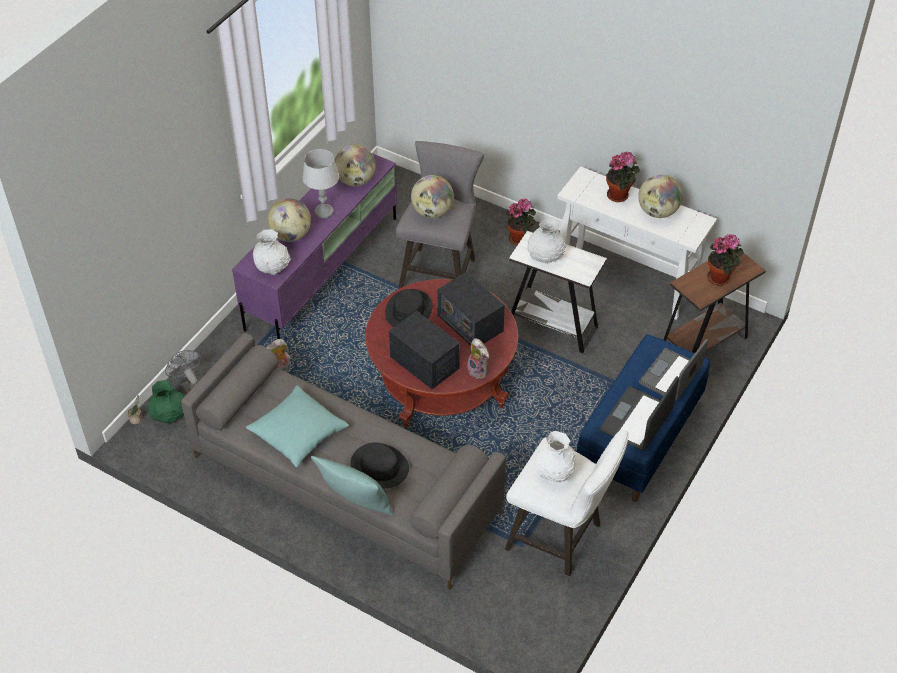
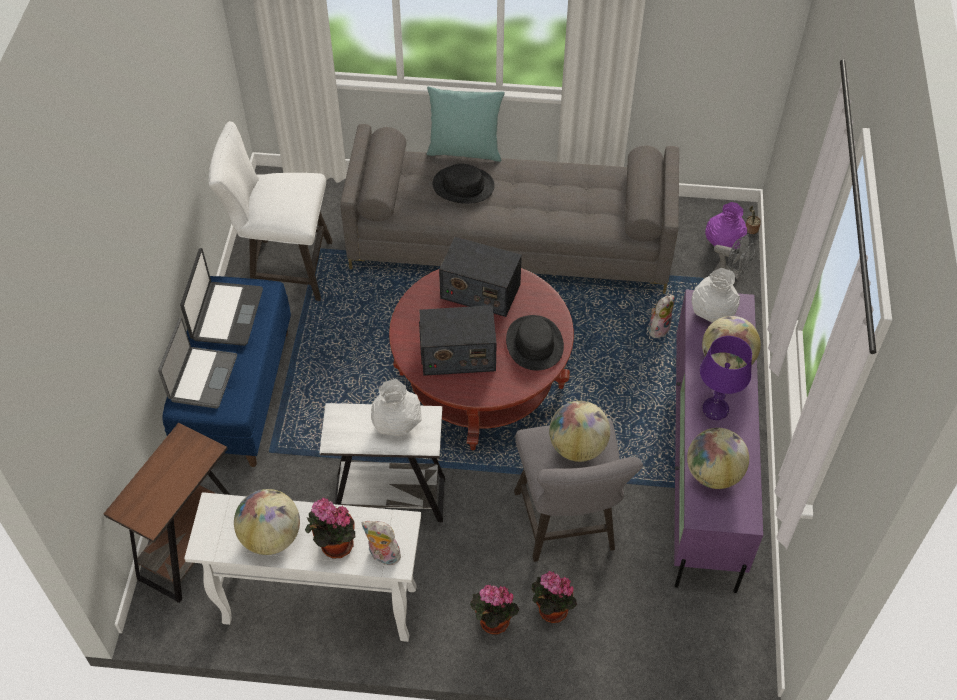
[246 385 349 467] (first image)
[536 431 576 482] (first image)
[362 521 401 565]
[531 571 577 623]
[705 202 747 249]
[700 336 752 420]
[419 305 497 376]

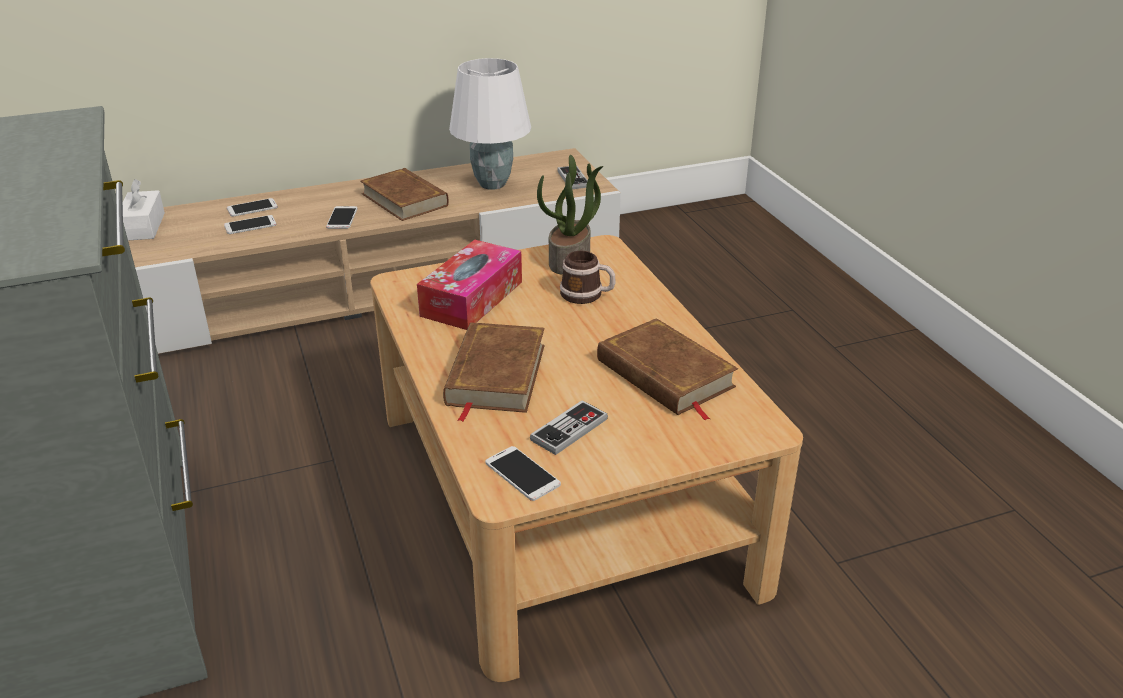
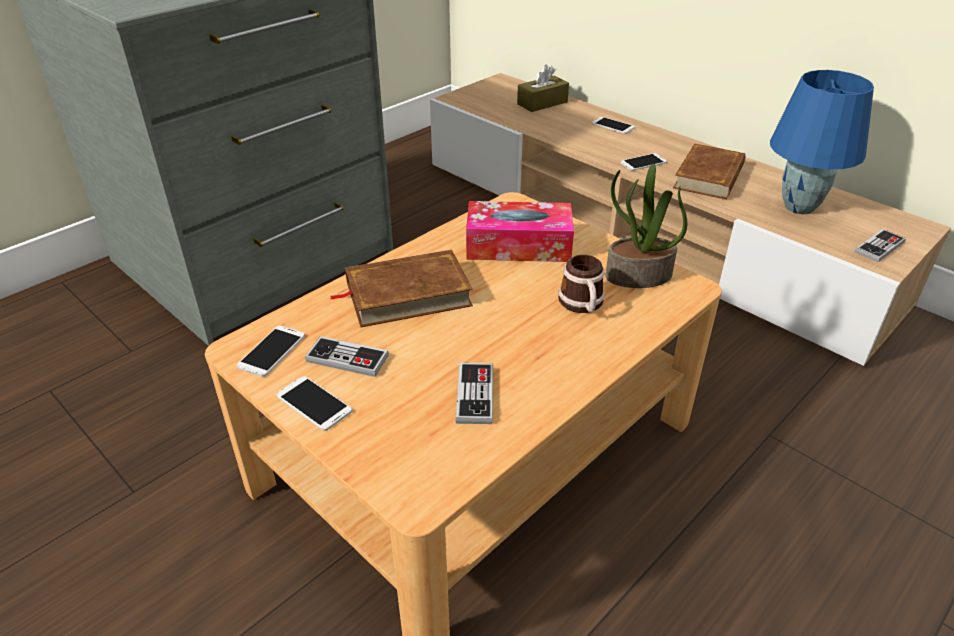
[277 376 352 431]
[456 363 493 424]
[517 65 569 112]
[770 70 874 214]

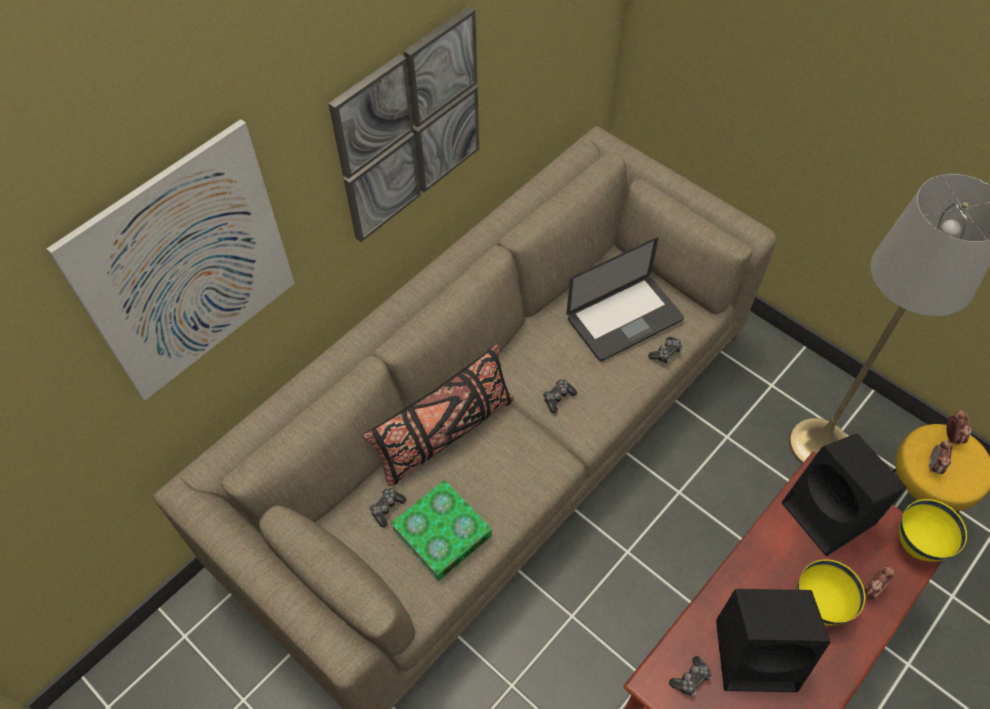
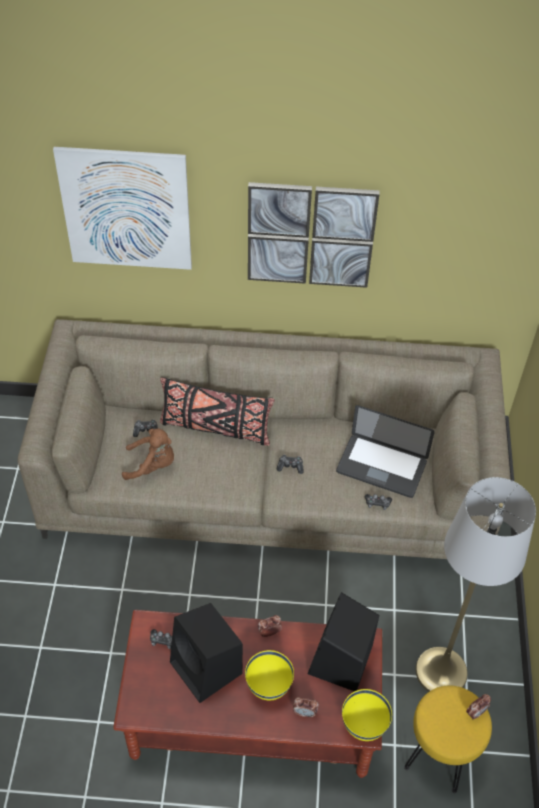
[258 615 282 637]
[122 428 174 480]

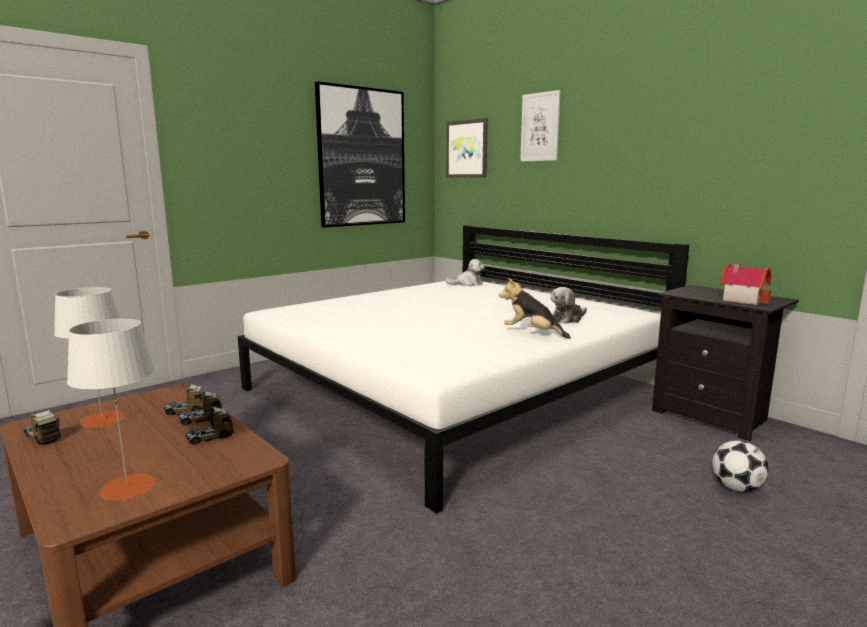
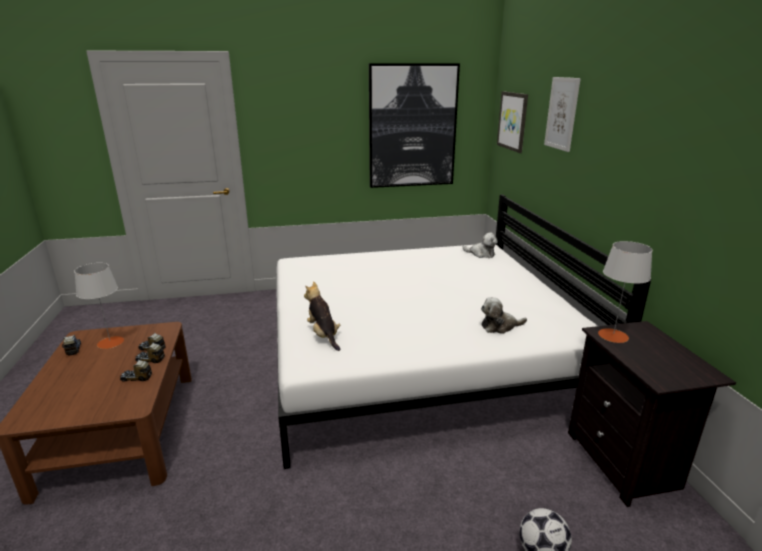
[720 263 771 305] (first image)
[598 241 653 343]
[304 281 340 351]

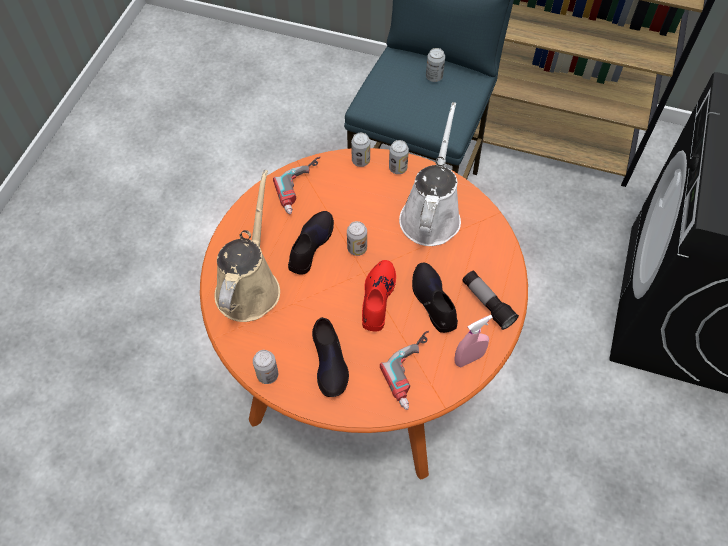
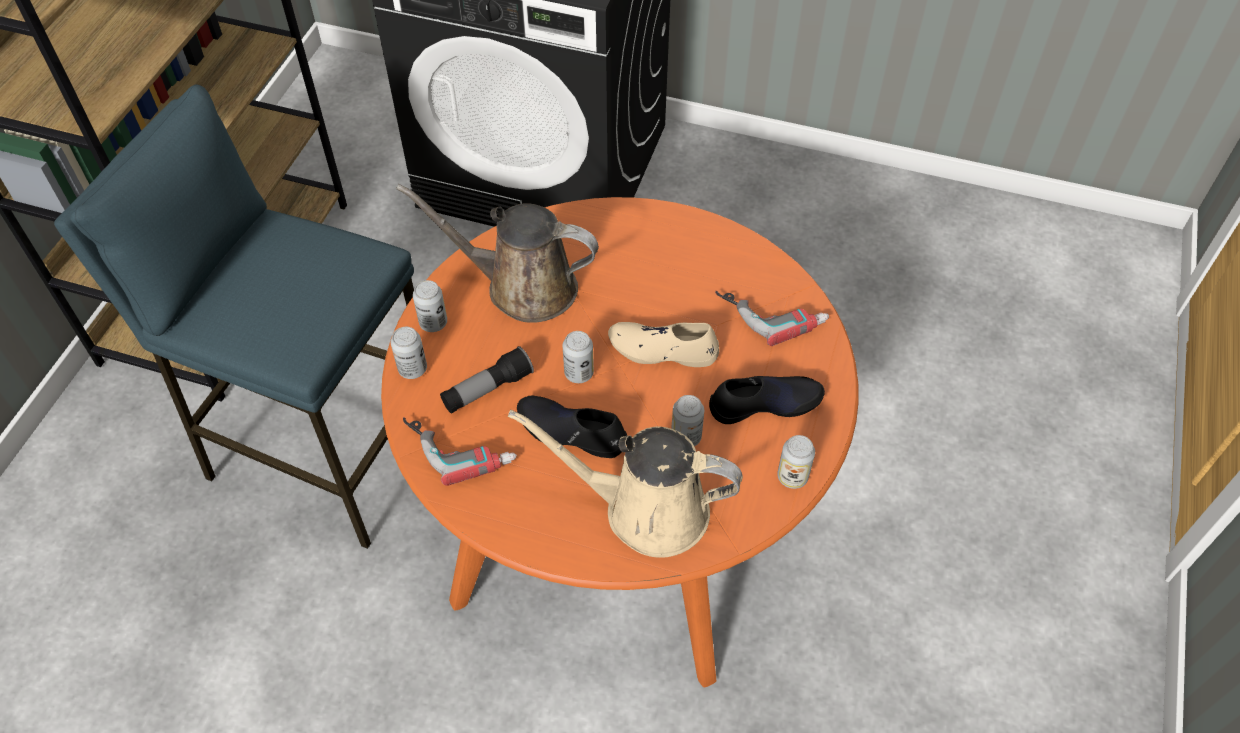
[412 263 458 333] (first image)
[454 315 493 367] (first image)
[671 395 704 446]
[440 346 534 414]
[608 322 719 367]
[396 184 599 323]

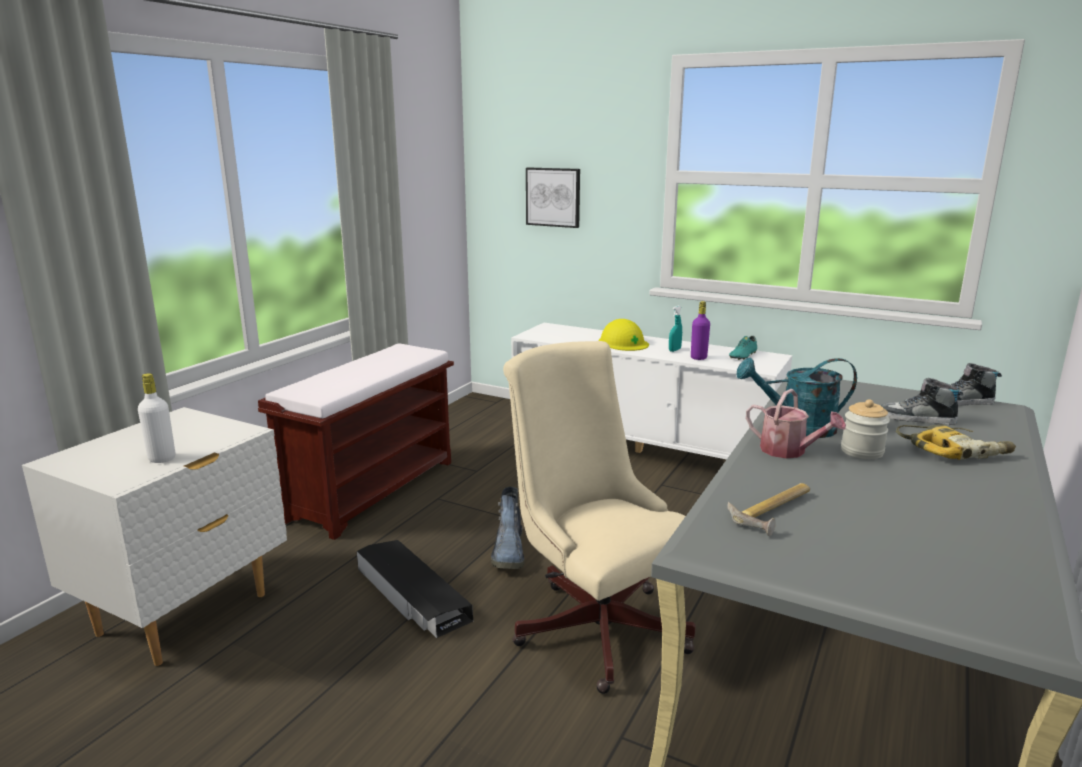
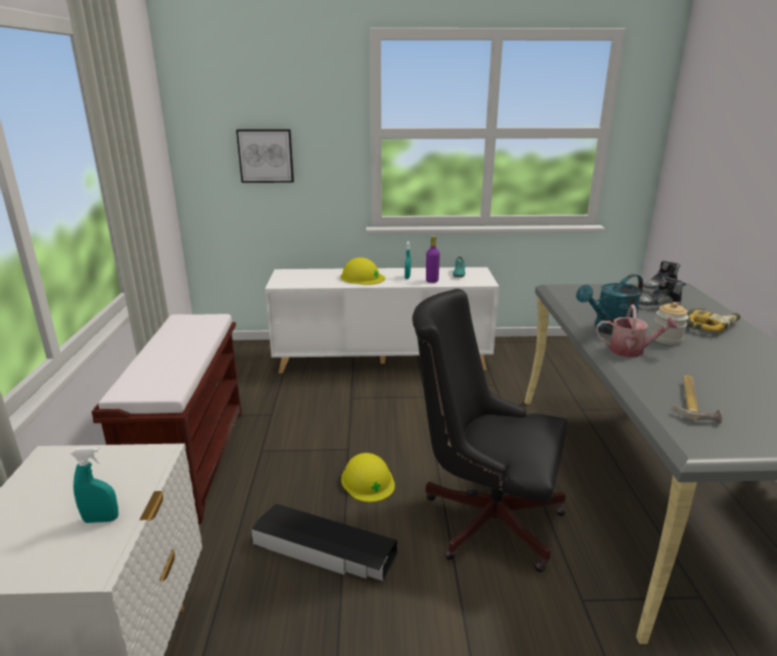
[70 447 119 523]
[341 453 395 502]
[412 289 567 572]

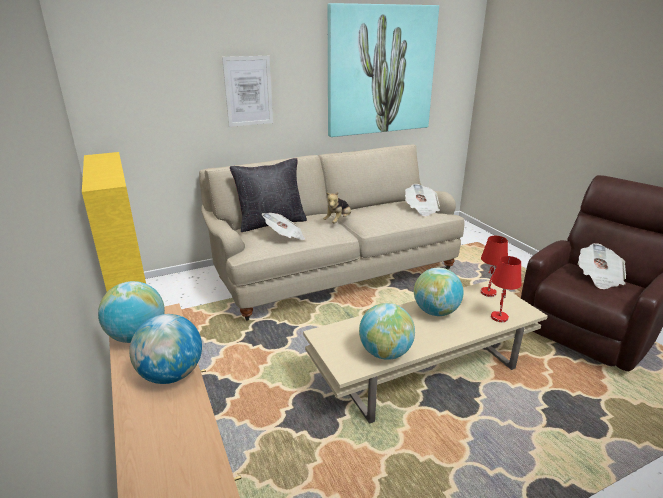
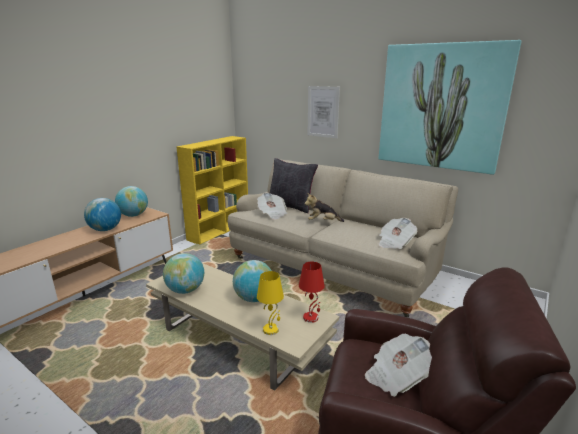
[257 271 284 335]

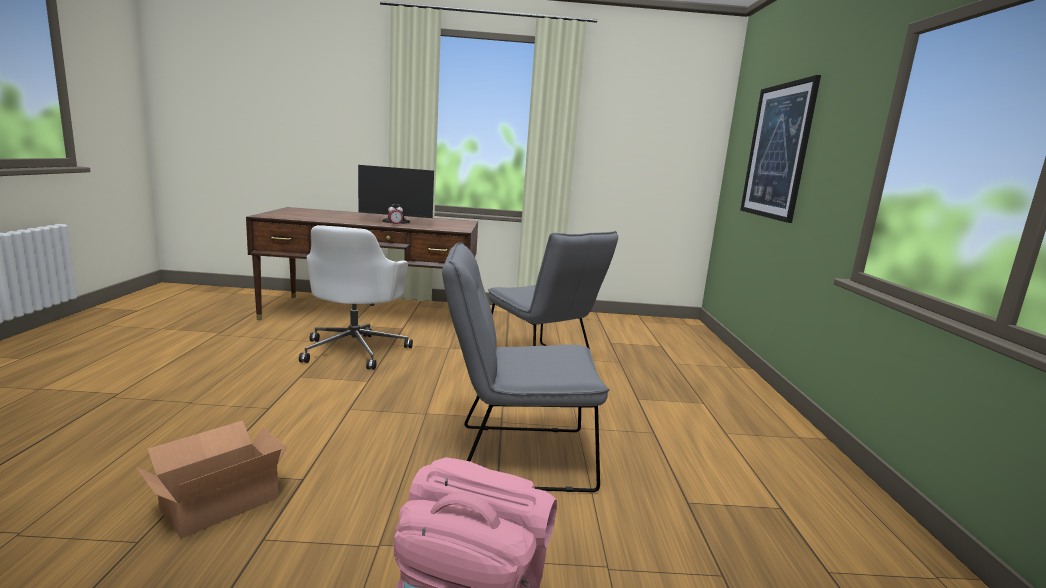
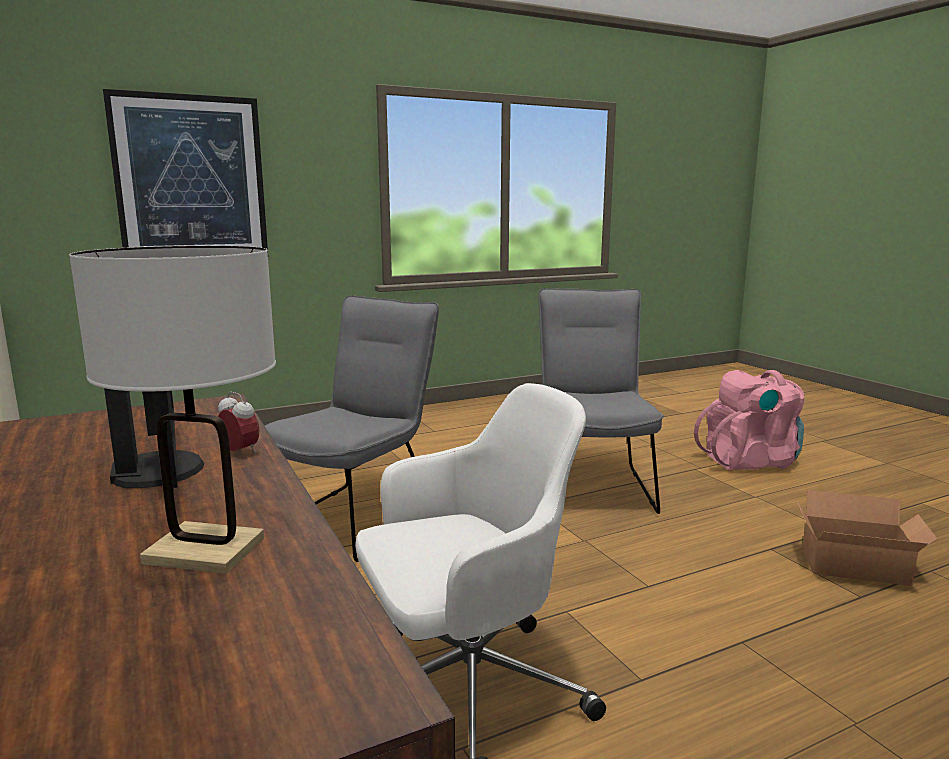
[69 246 276 574]
[538 288 664 514]

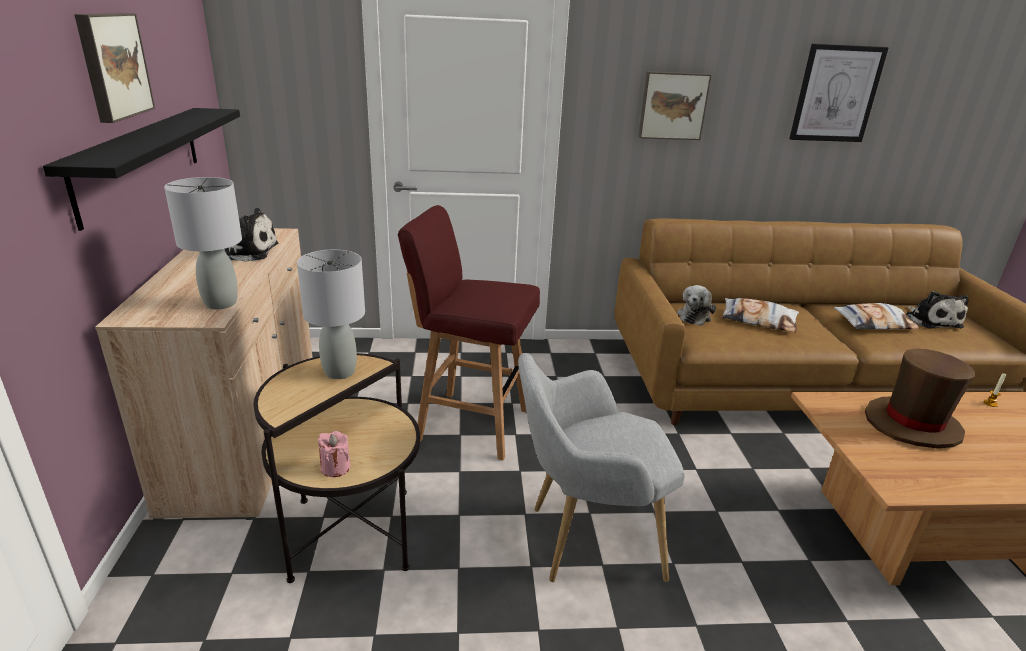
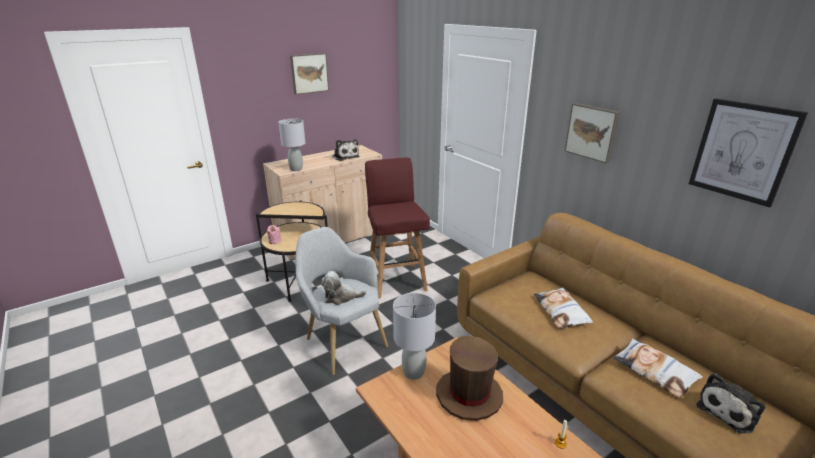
[43 108 240 231] (first image)
[393 293 436 380]
[321 271 366 305]

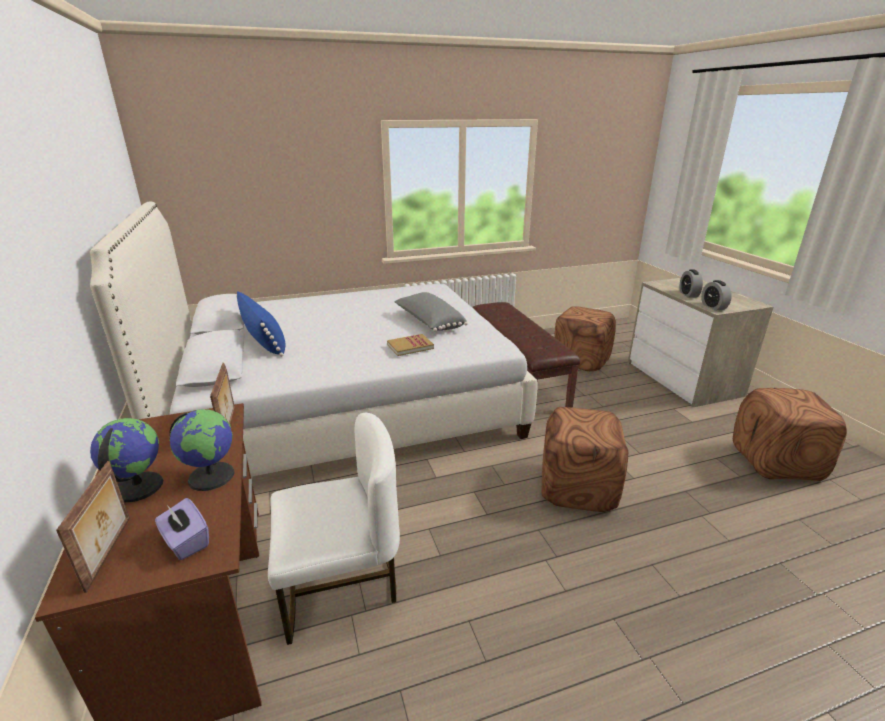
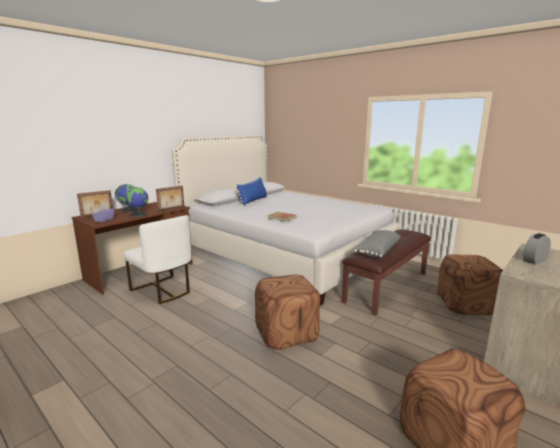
[701 280 732 311] (first image)
[353 230 401 258]

